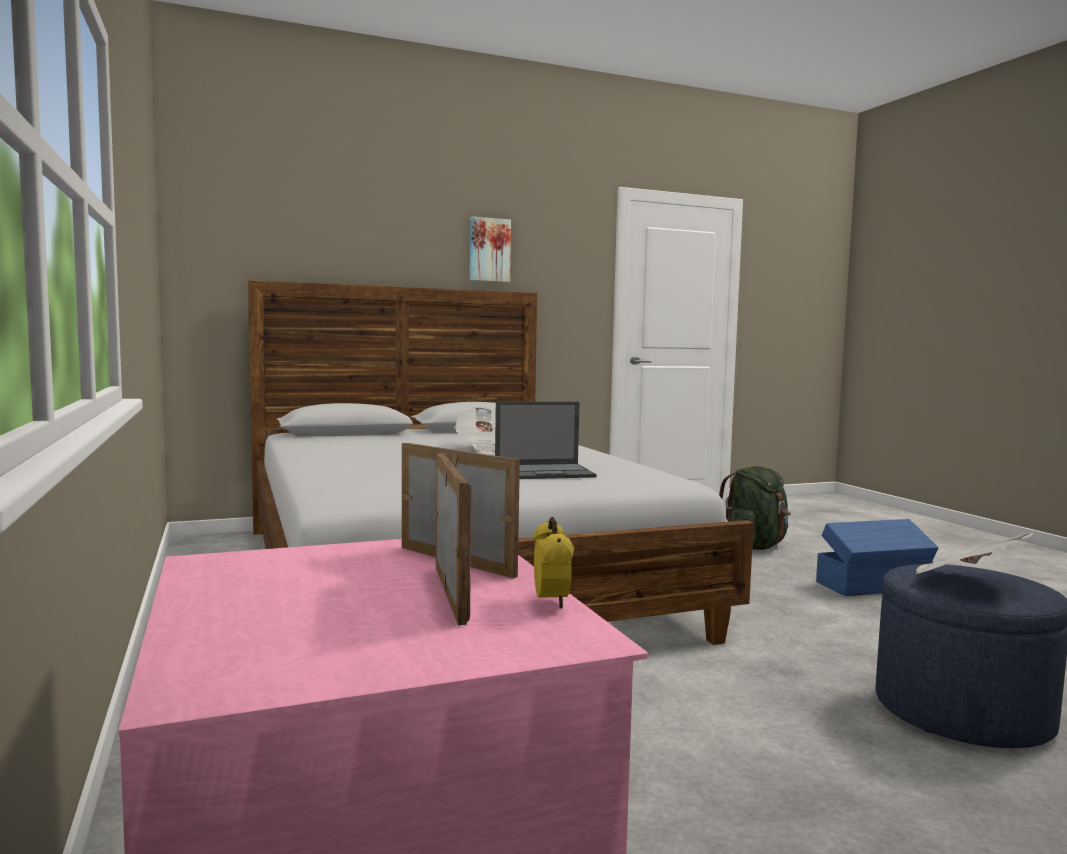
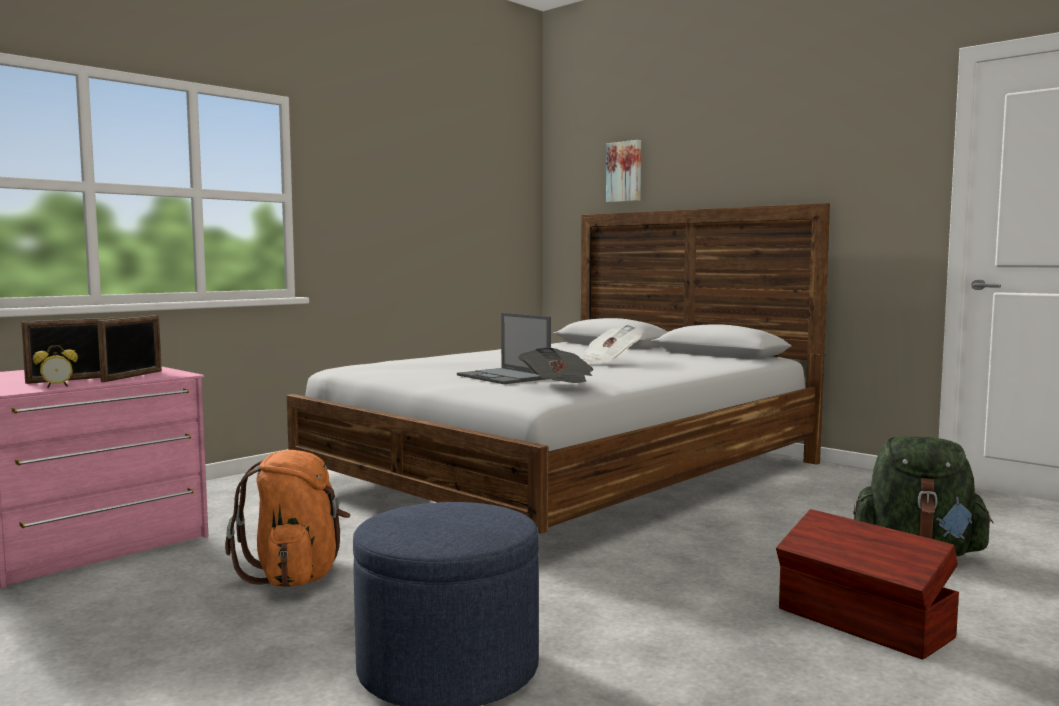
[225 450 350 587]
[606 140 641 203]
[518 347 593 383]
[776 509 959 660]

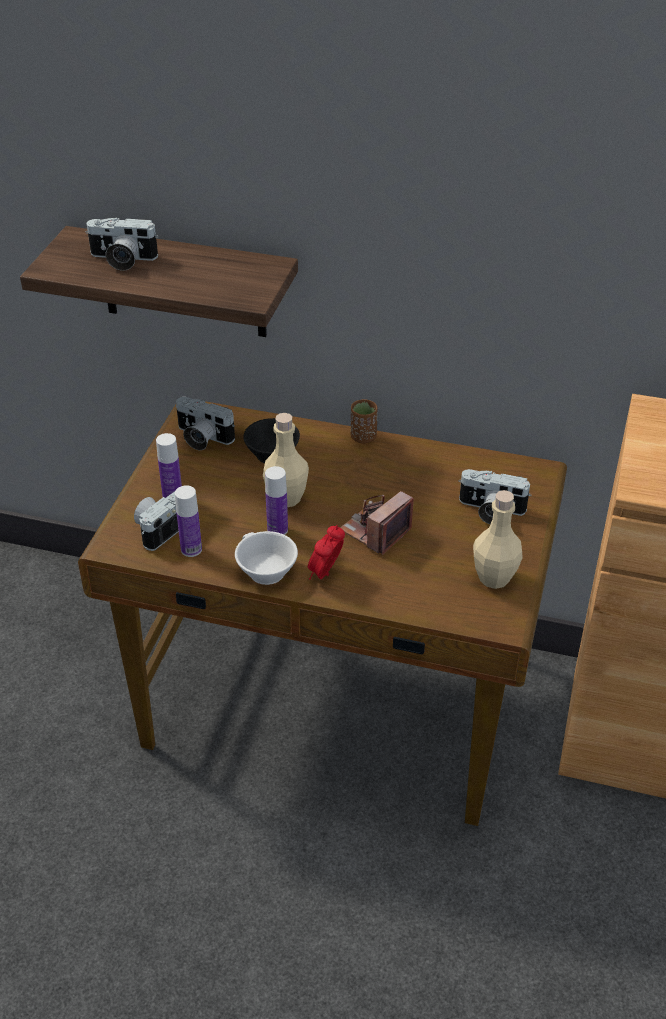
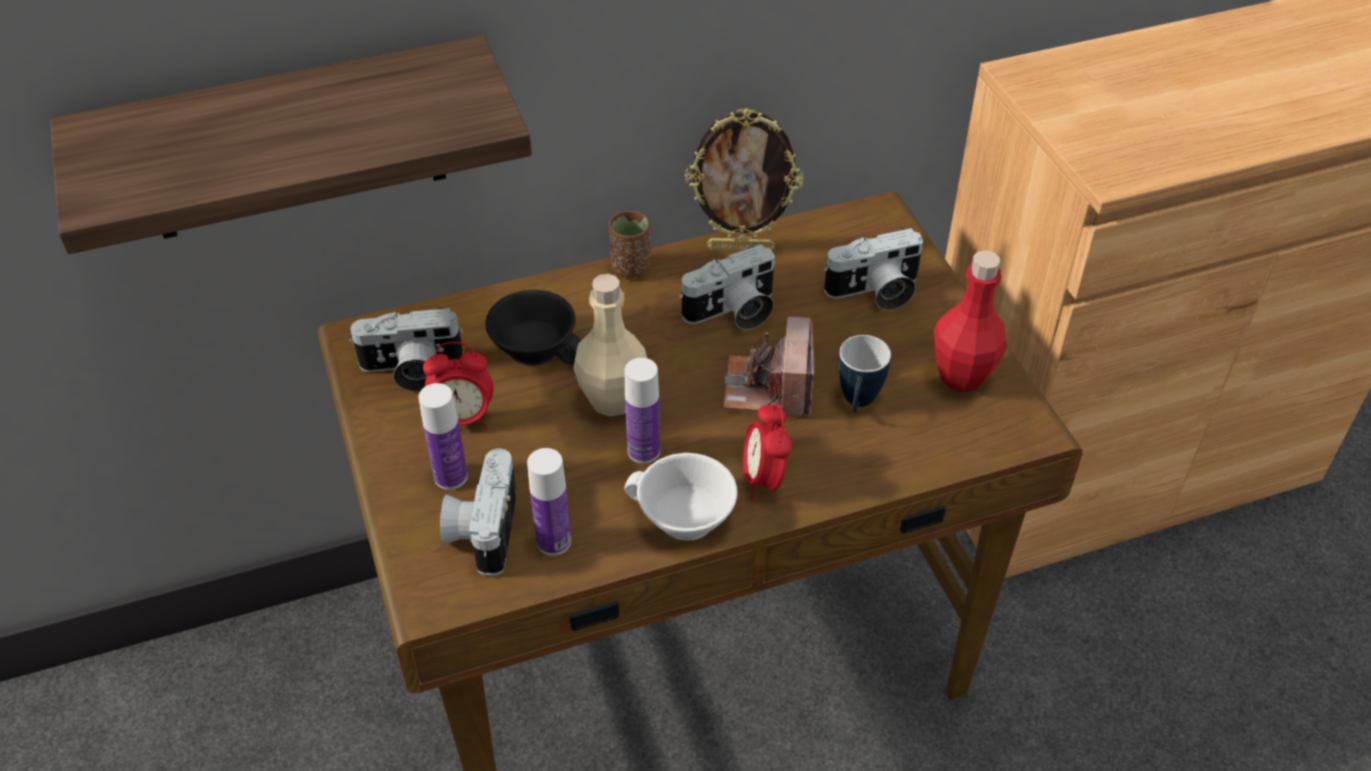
[423 342 494 428]
[685 108 804 252]
[839 335 891 412]
[679 244 775 330]
[934 250 1006 392]

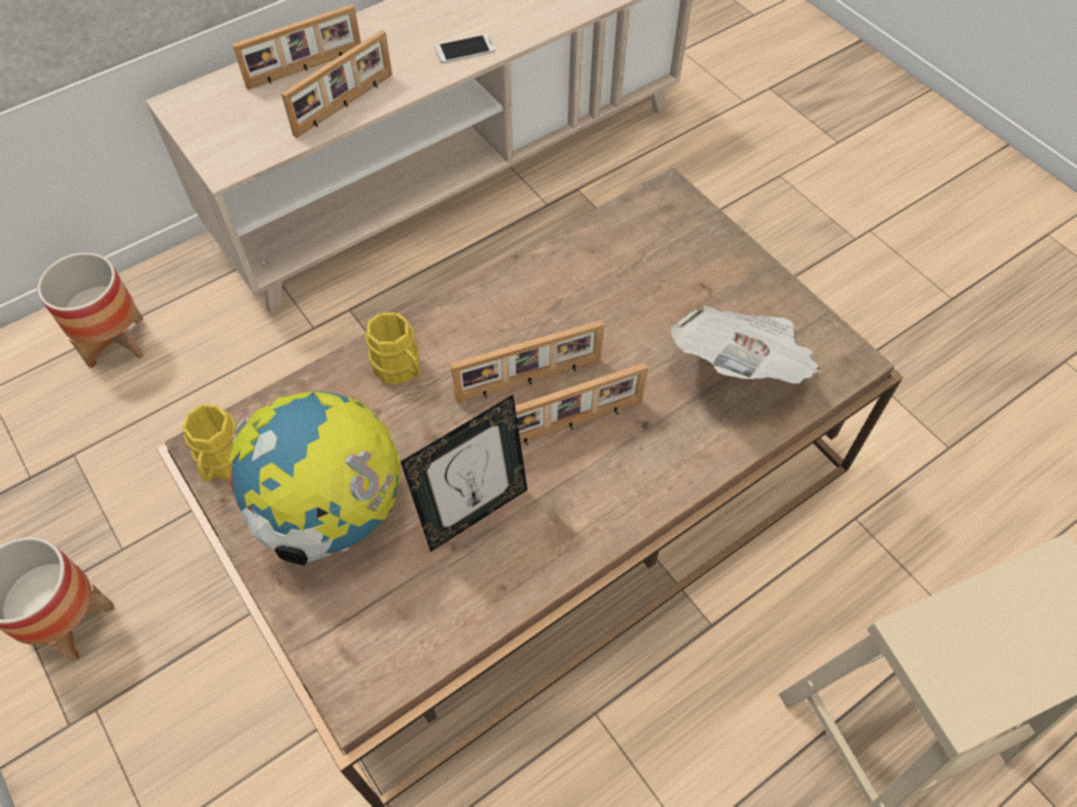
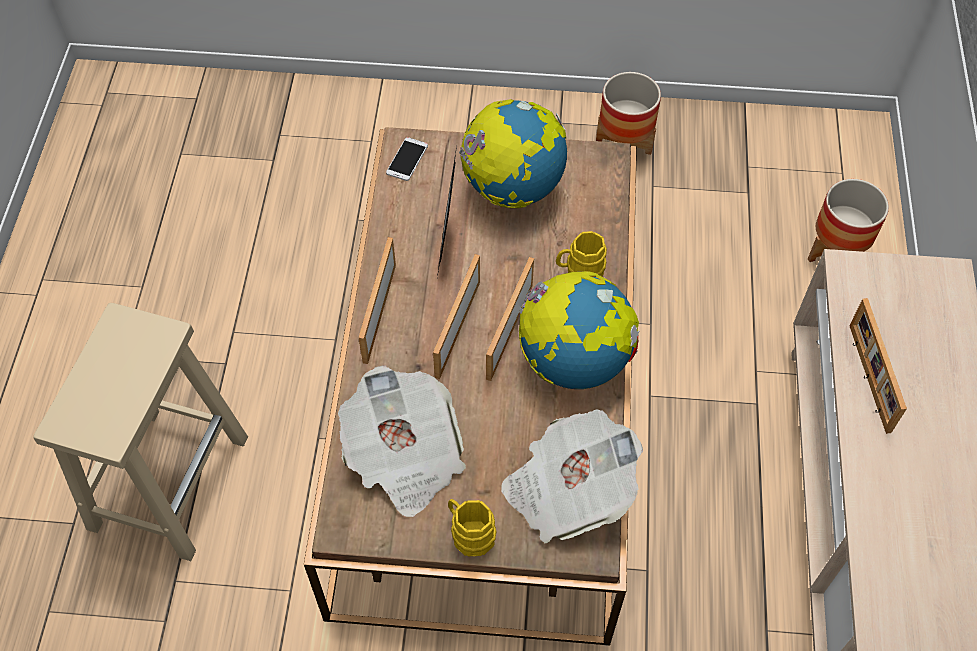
[501 409 643 543]
[519 271 639 389]
[448 499 497 556]
[358 237 396 364]
[386 137 428 181]

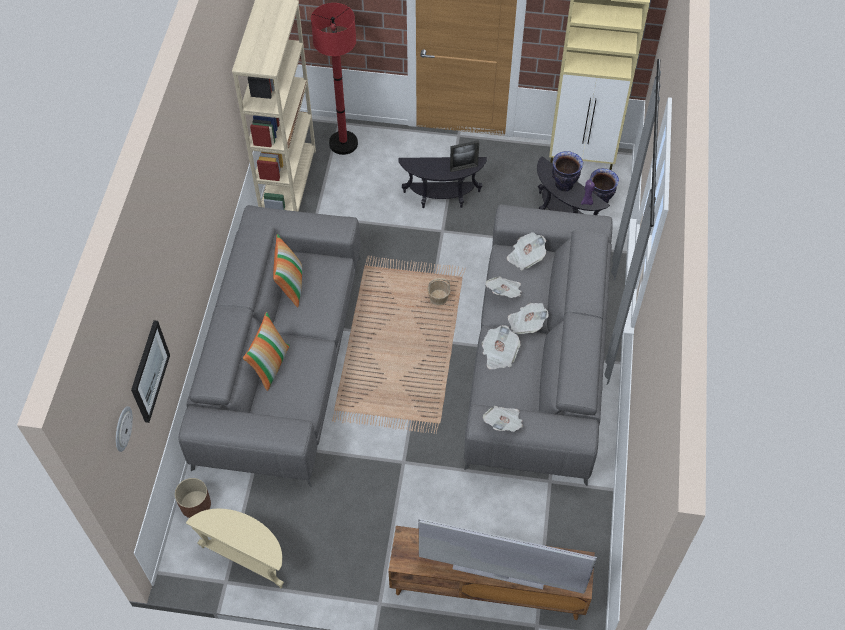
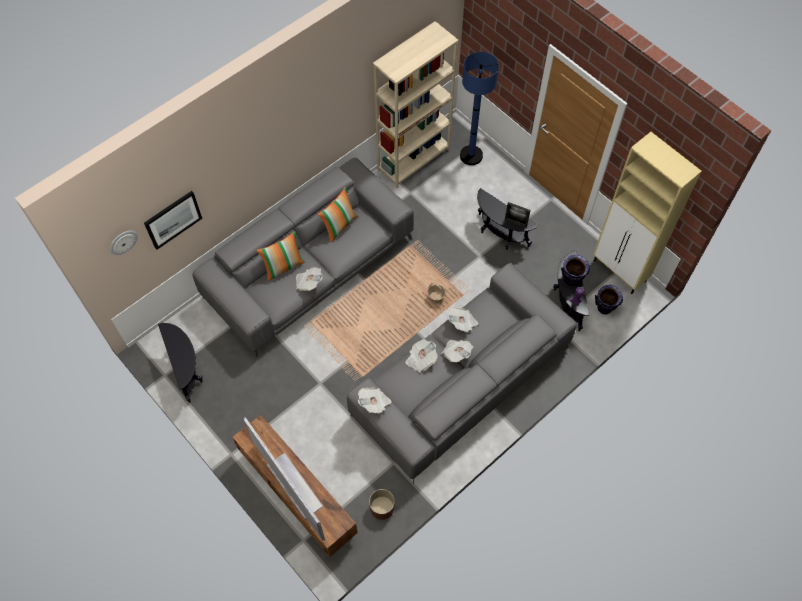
[369 489 395 520]
[296 267 323 291]
[158 323 202 402]
[460 52 499 165]

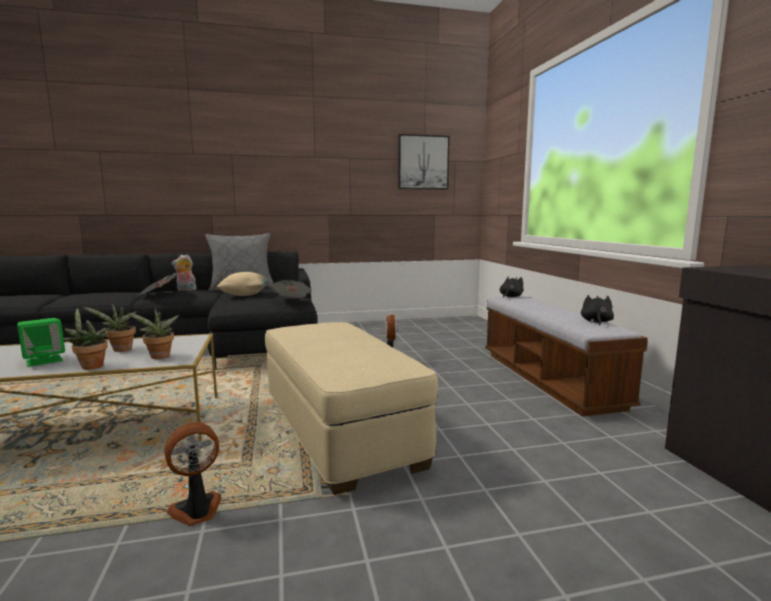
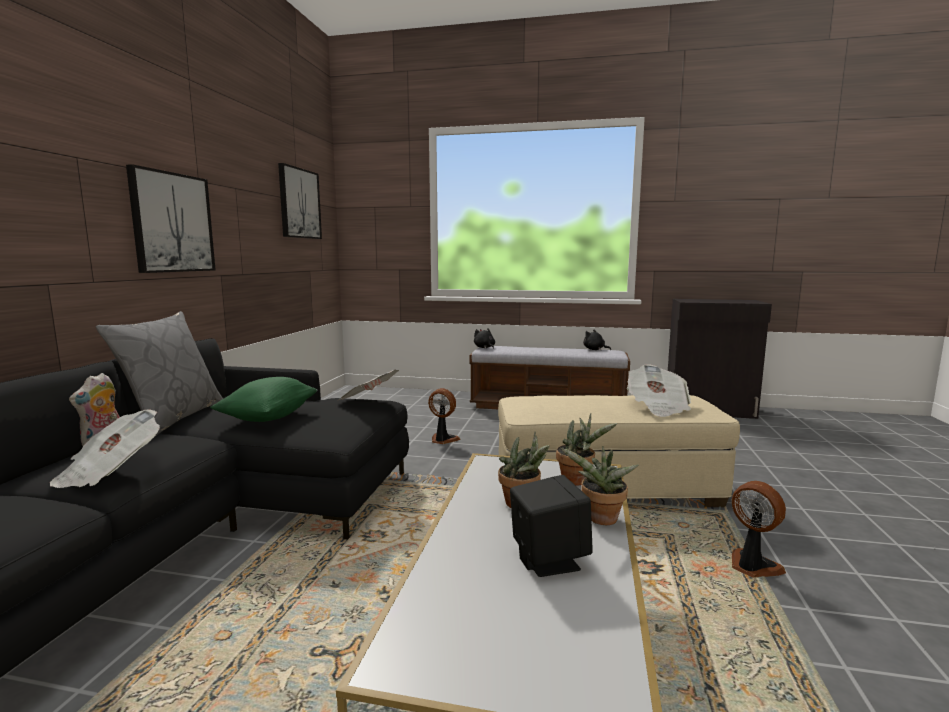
[126 164 216 273]
[627 364 691 417]
[510 475 593 577]
[210 377 317 422]
[732 481 786 578]

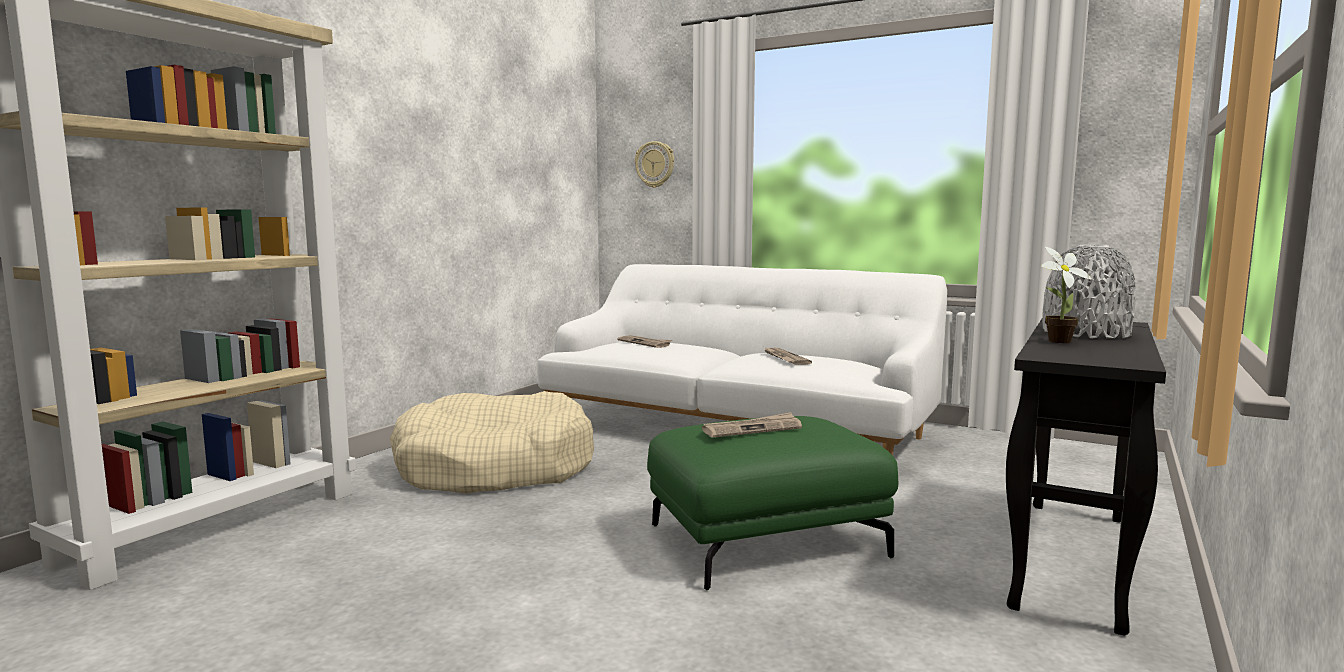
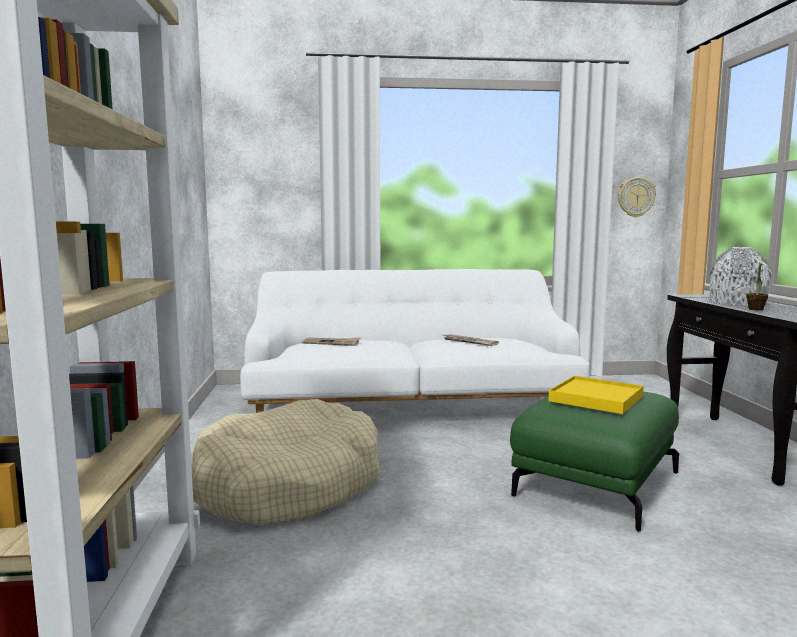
[618 177 656 217]
[549 376 644 414]

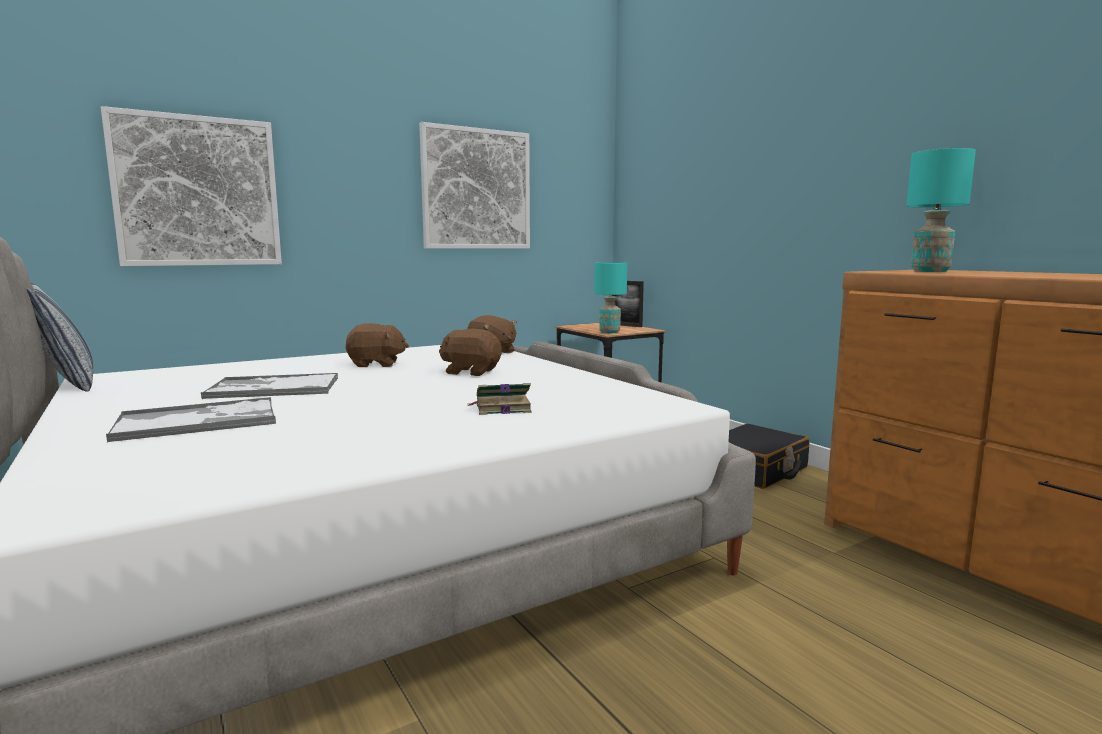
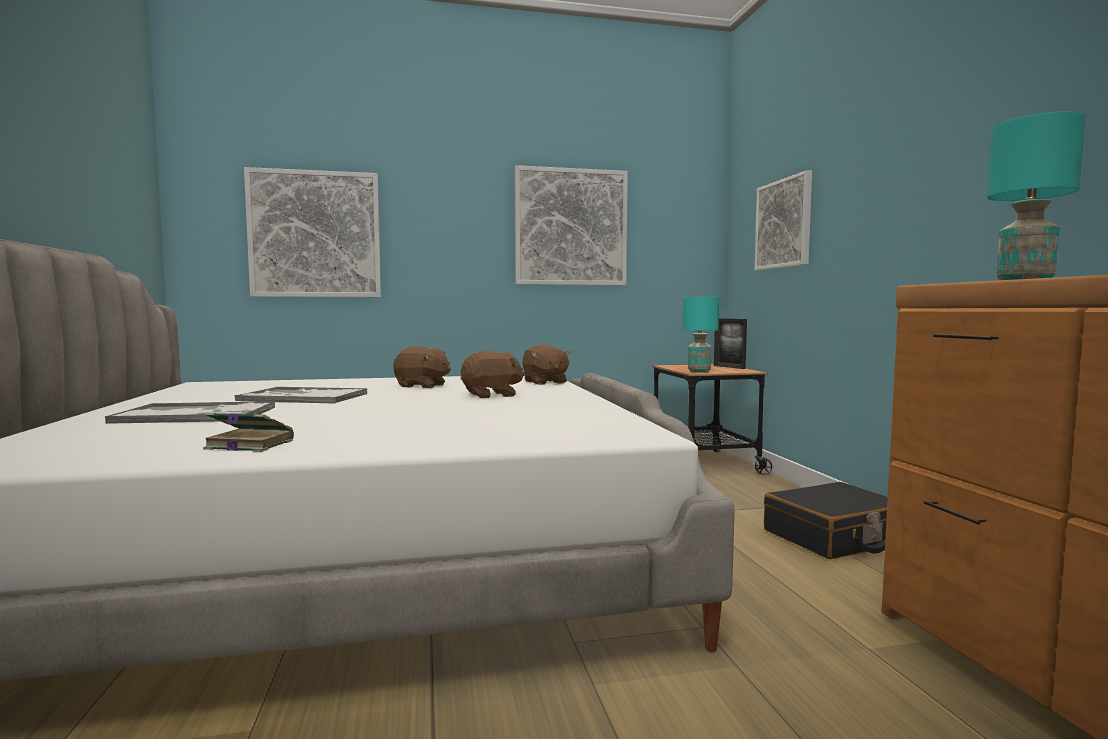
[27 283 93 392] (first image)
[754 170 812 270]
[203 413 294 452]
[461 351 525 398]

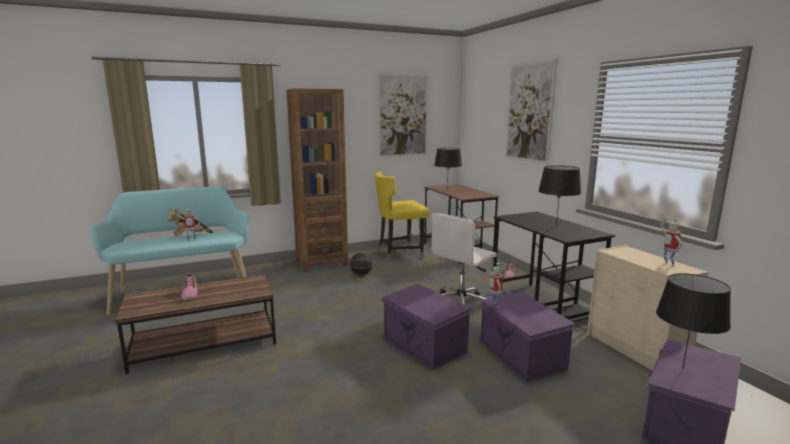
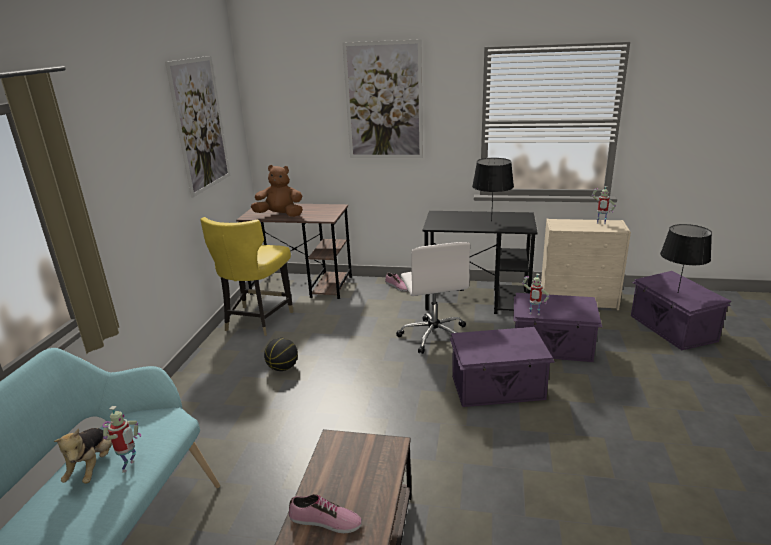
[286 88 348 272] (first image)
[251 165 303 217]

